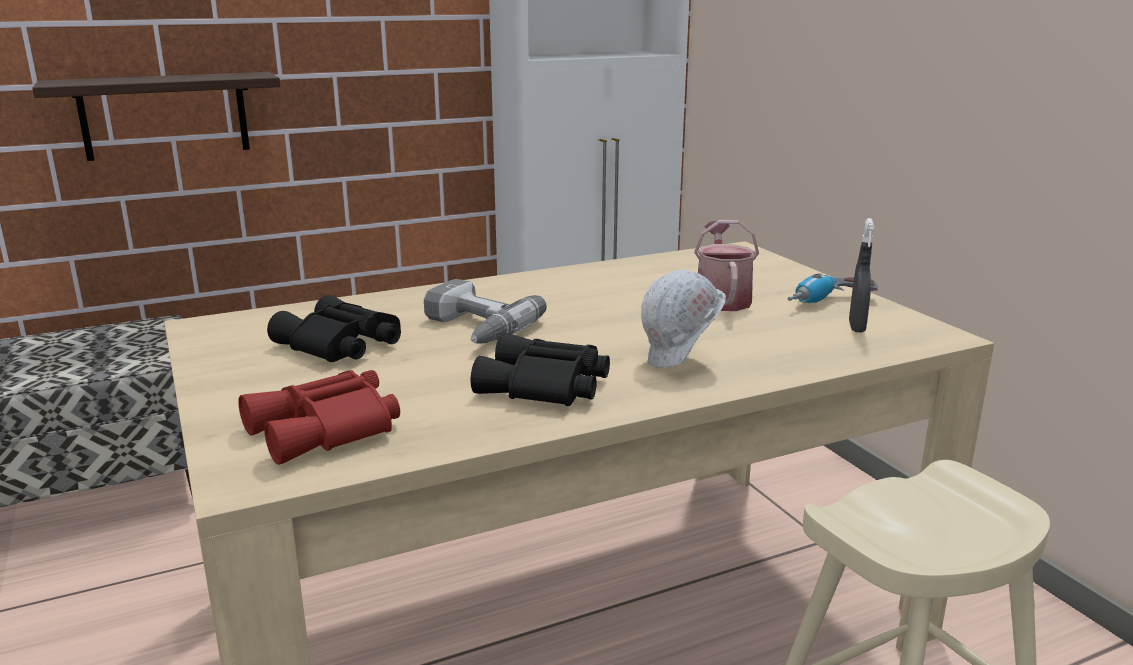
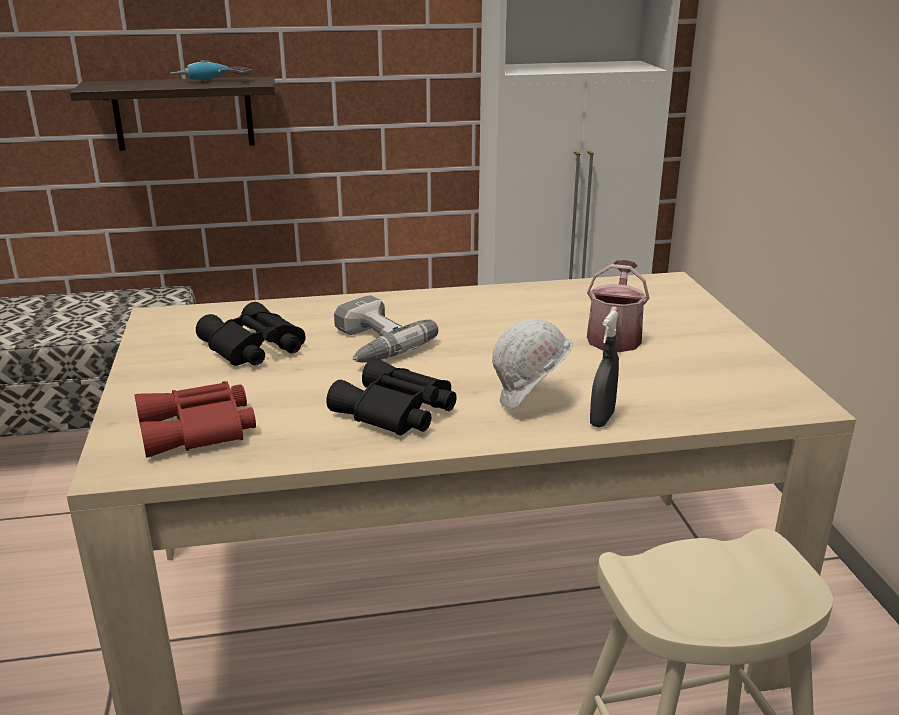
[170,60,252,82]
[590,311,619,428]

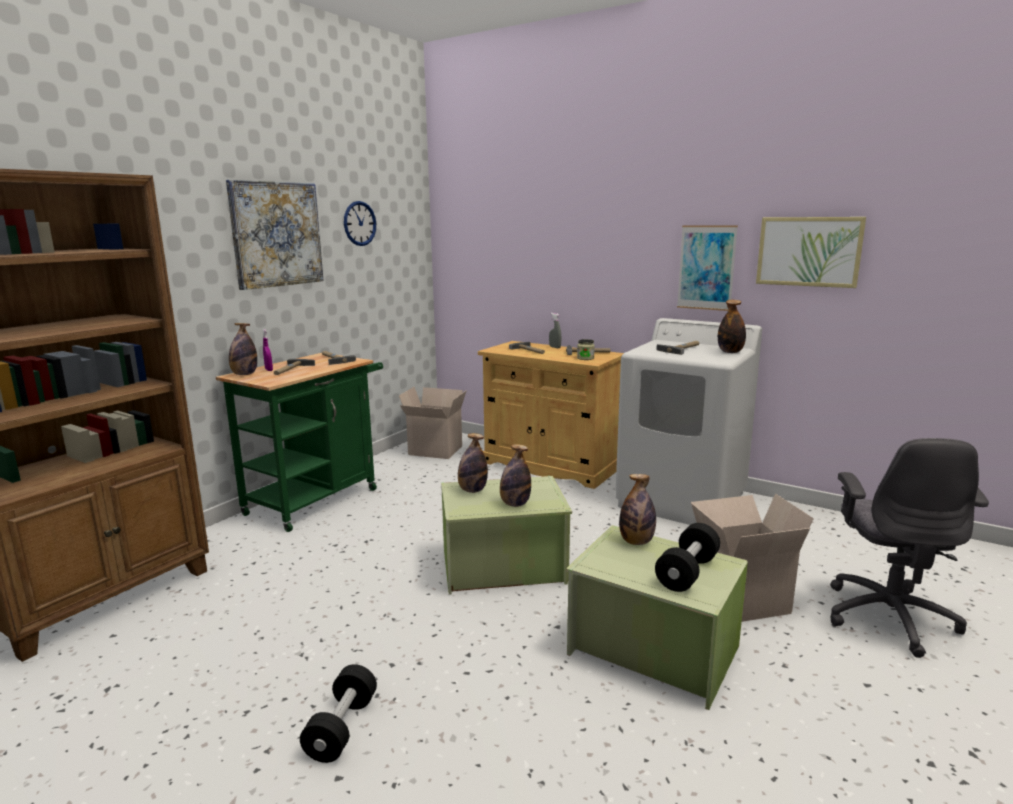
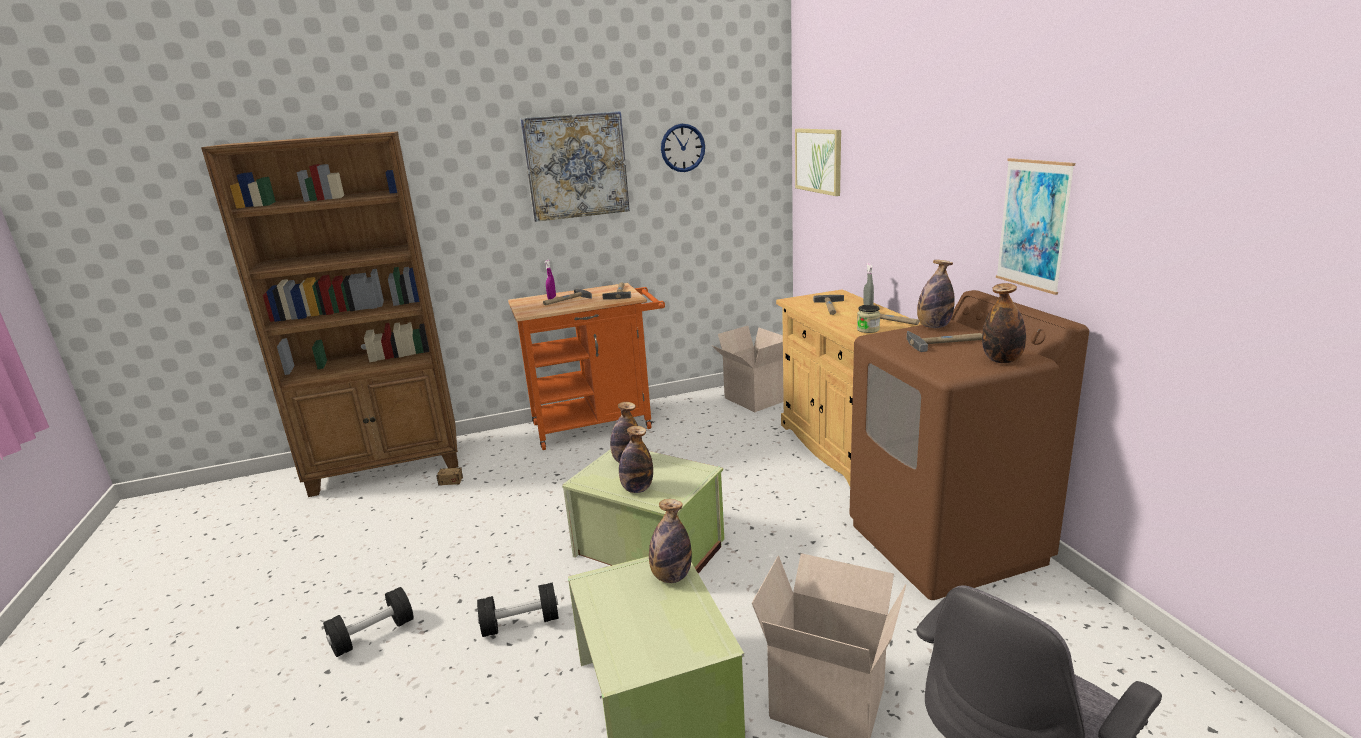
[402,453,463,485]
[917,260,955,328]
[477,582,559,637]
[795,129,841,196]
[508,283,665,450]
[849,290,1089,600]

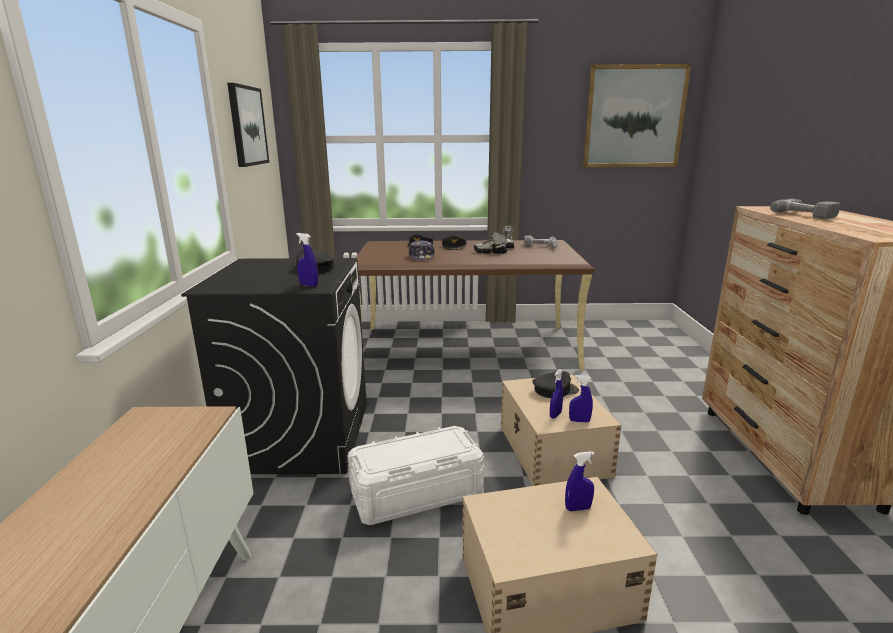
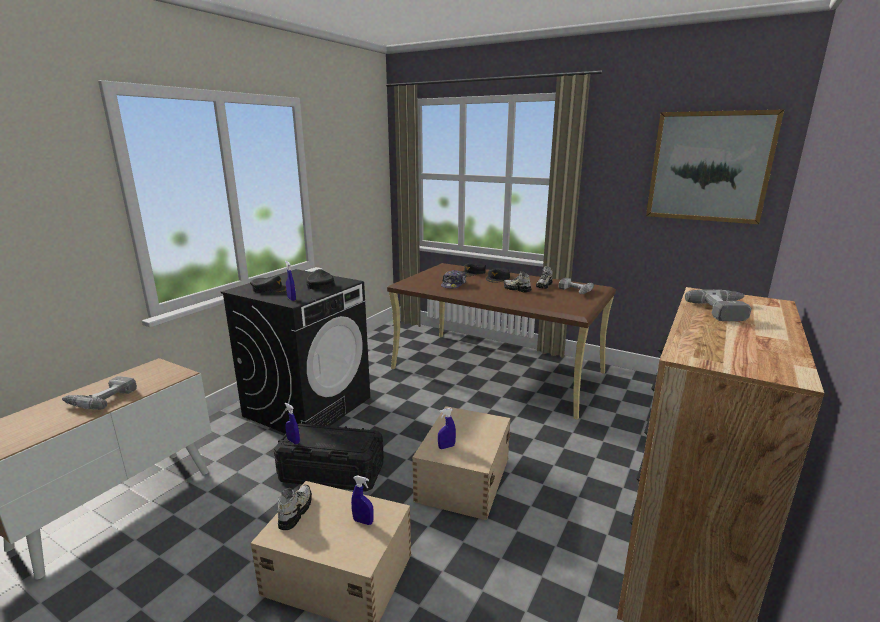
[227,83,269,167] (first image)
[62,376,137,410]
[278,485,312,530]
[250,276,286,293]
[285,403,300,444]
[274,423,384,491]

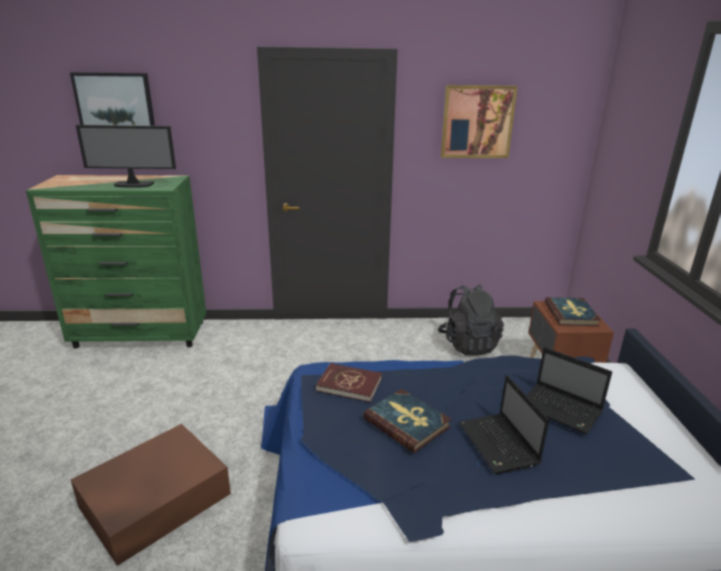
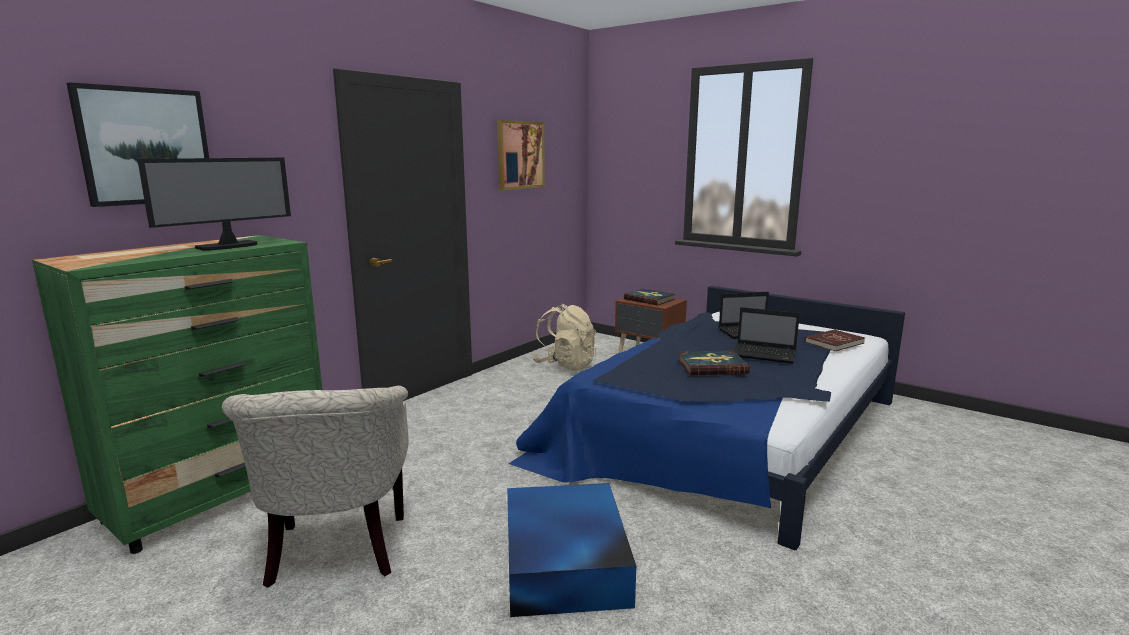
[222,386,408,588]
[805,329,865,351]
[507,483,636,617]
[532,304,596,370]

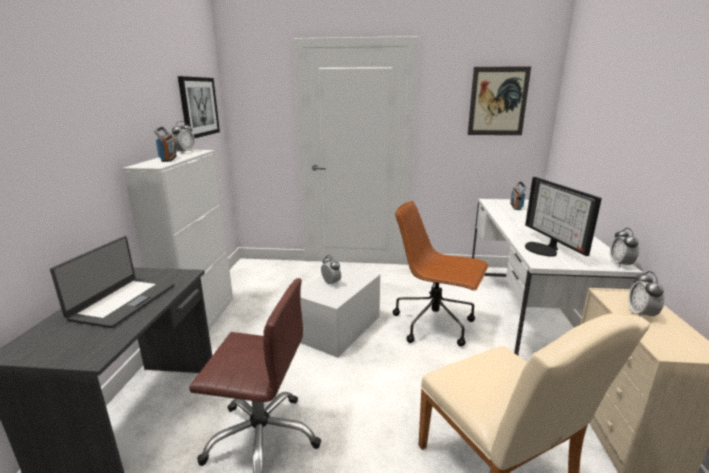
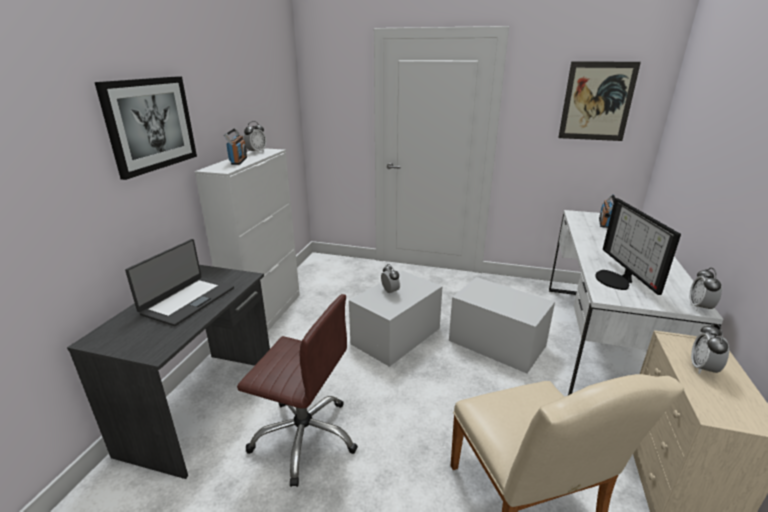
[95,76,197,180]
[449,277,555,373]

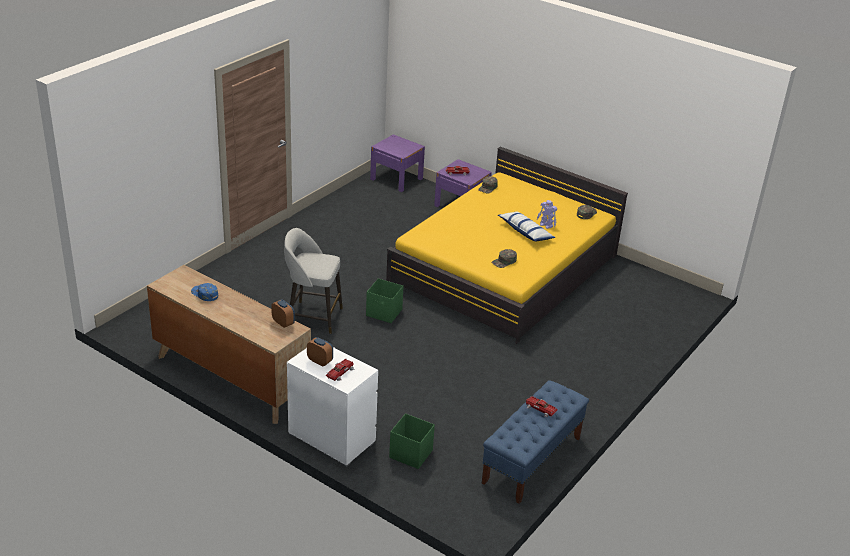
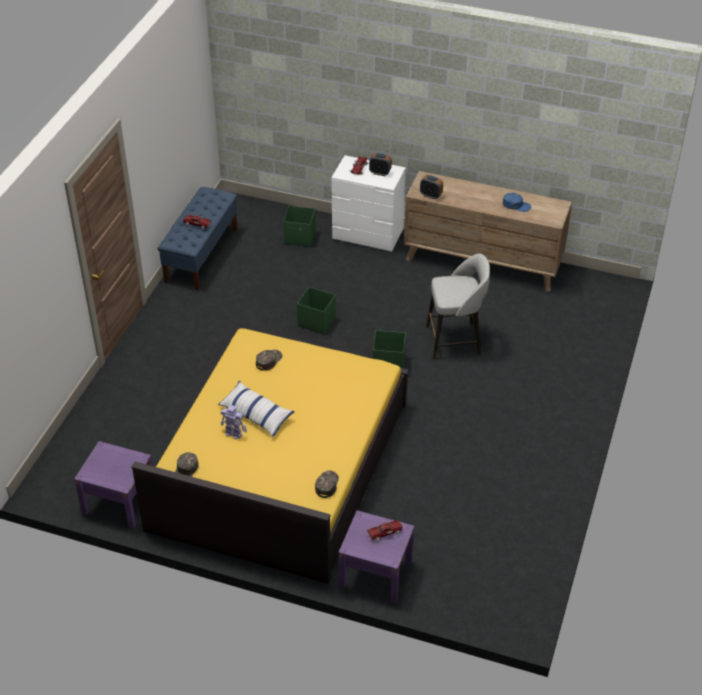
[297,287,336,334]
[74,441,153,529]

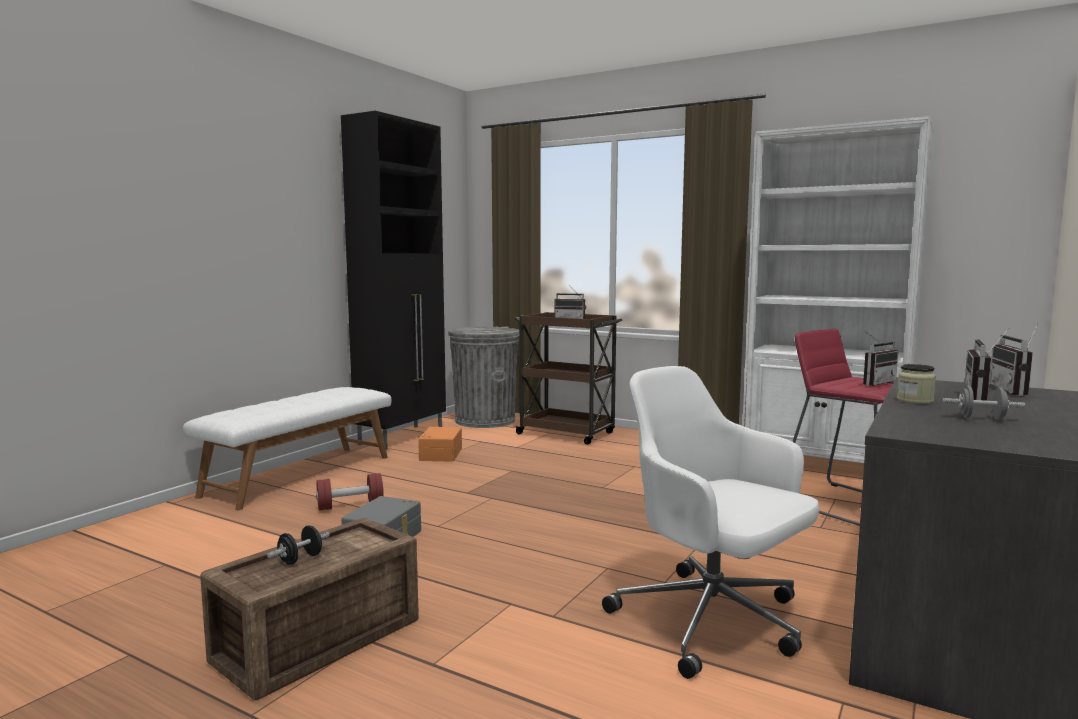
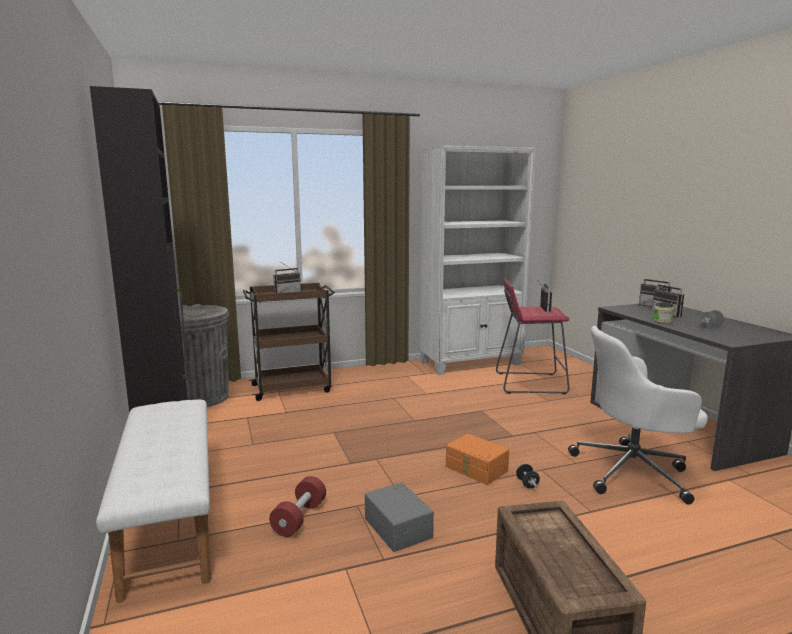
[516,464,540,488]
[446,434,509,485]

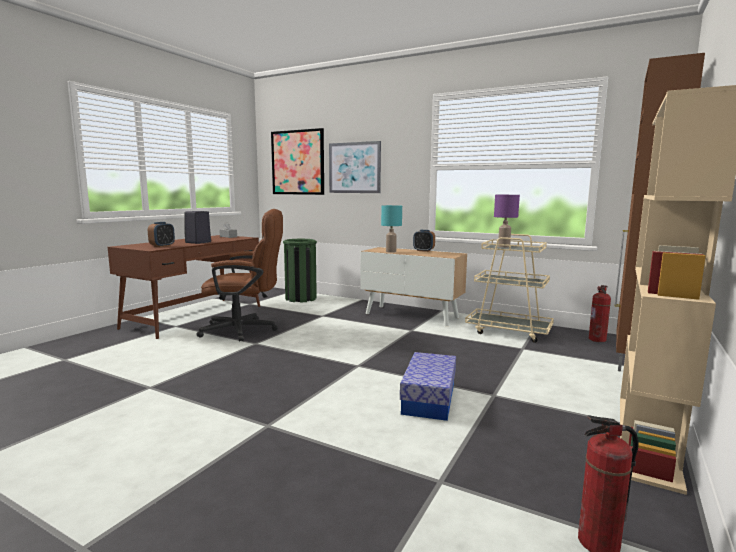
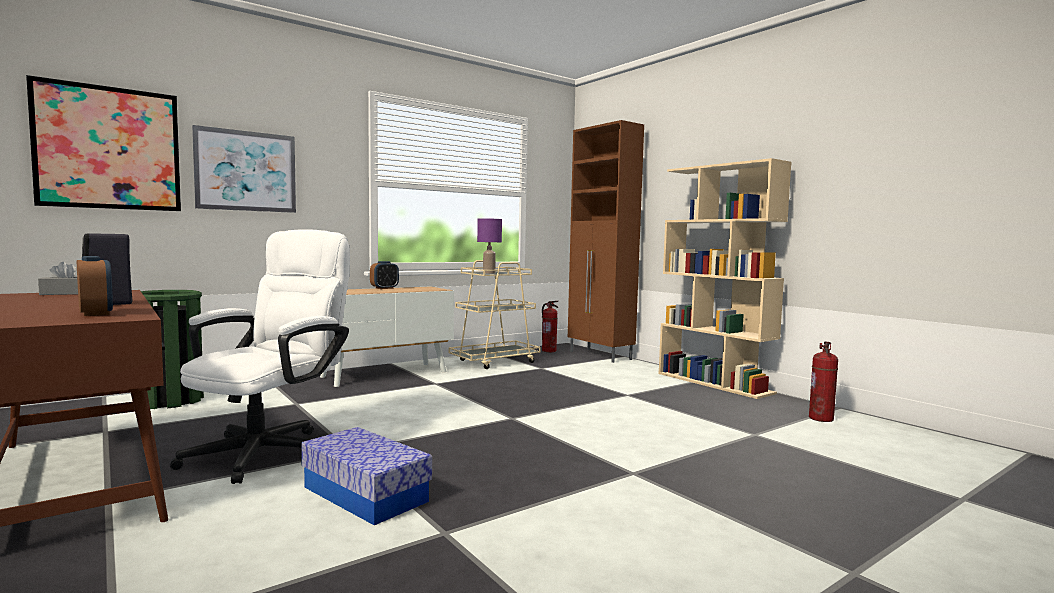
[381,205,402,253] (first image)
[301,427,432,525]
[170,229,350,484]

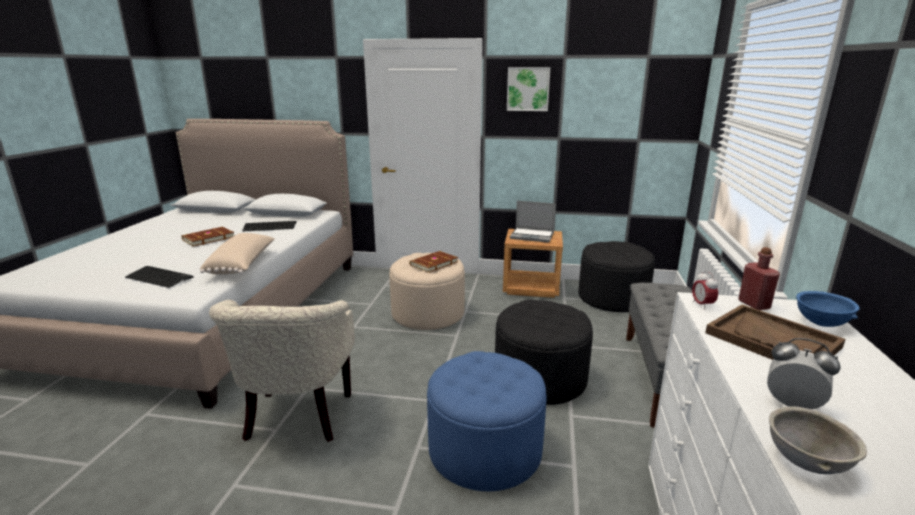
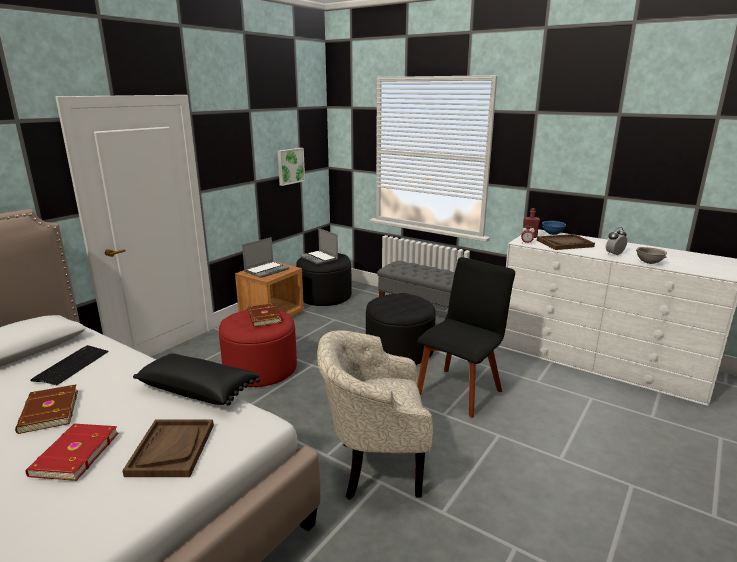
[25,424,119,481]
[300,228,338,265]
[278,148,305,186]
[122,420,214,477]
[417,257,515,418]
[133,353,260,405]
[219,309,297,387]
[317,330,433,500]

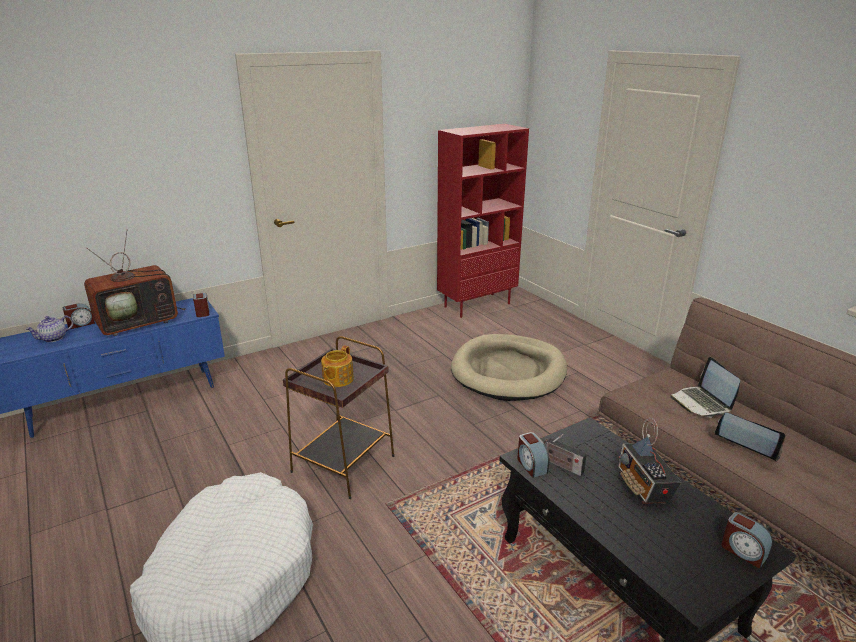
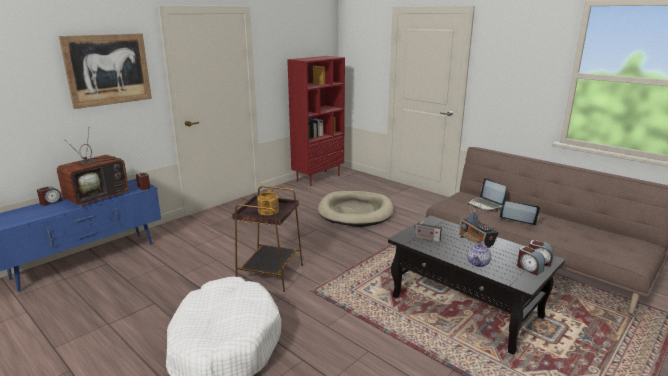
[59,33,152,109]
[467,241,491,267]
[517,246,545,276]

